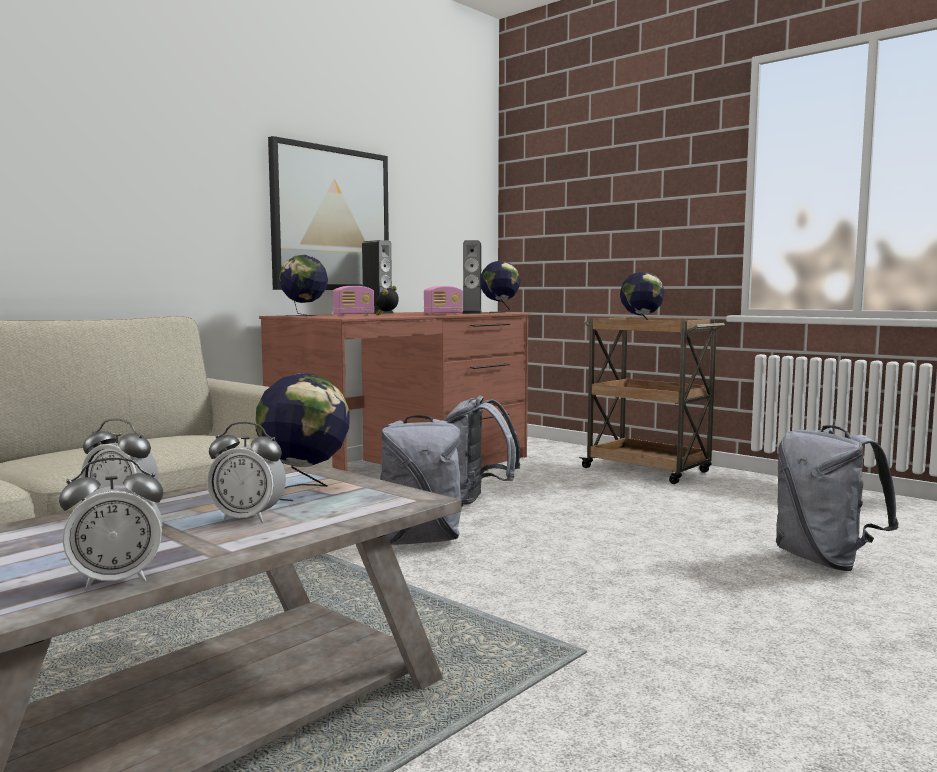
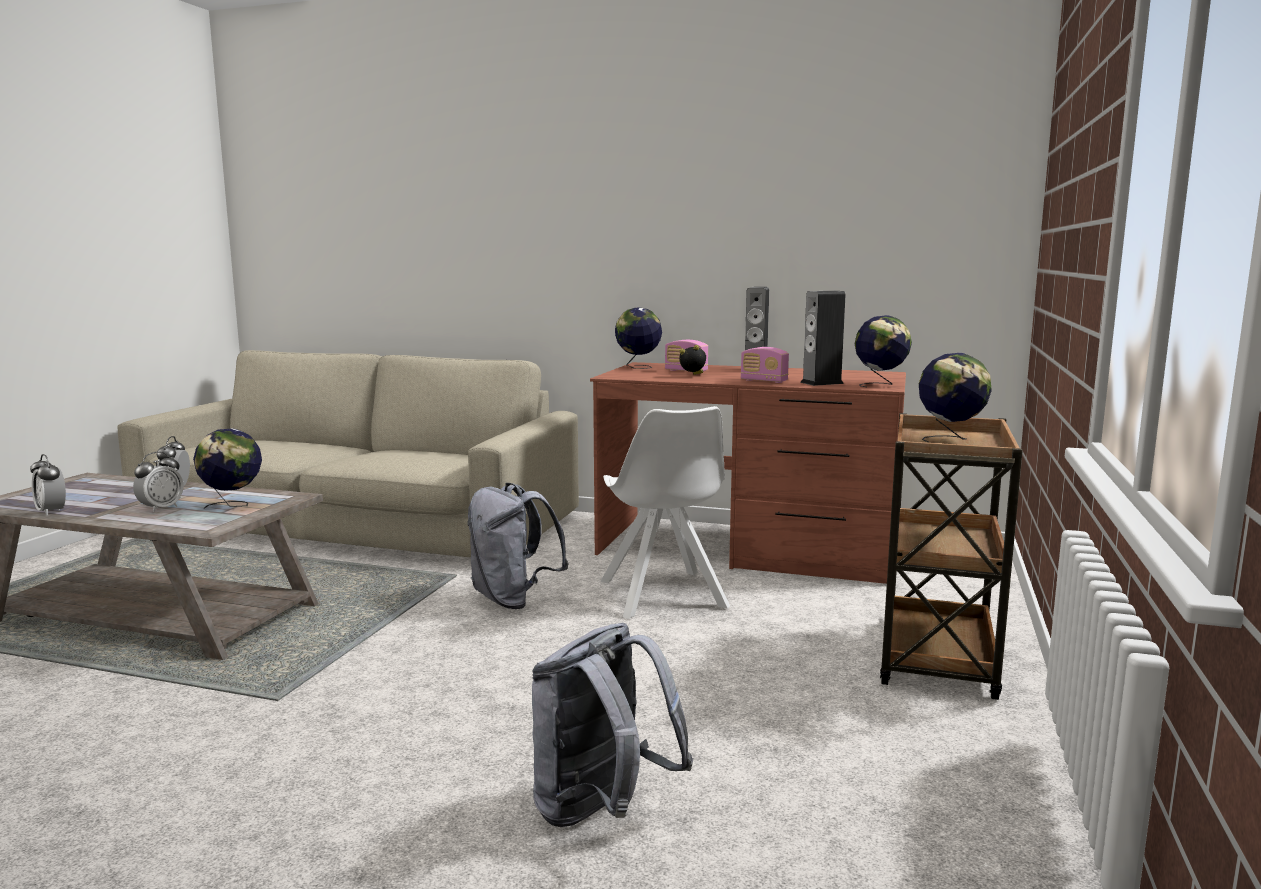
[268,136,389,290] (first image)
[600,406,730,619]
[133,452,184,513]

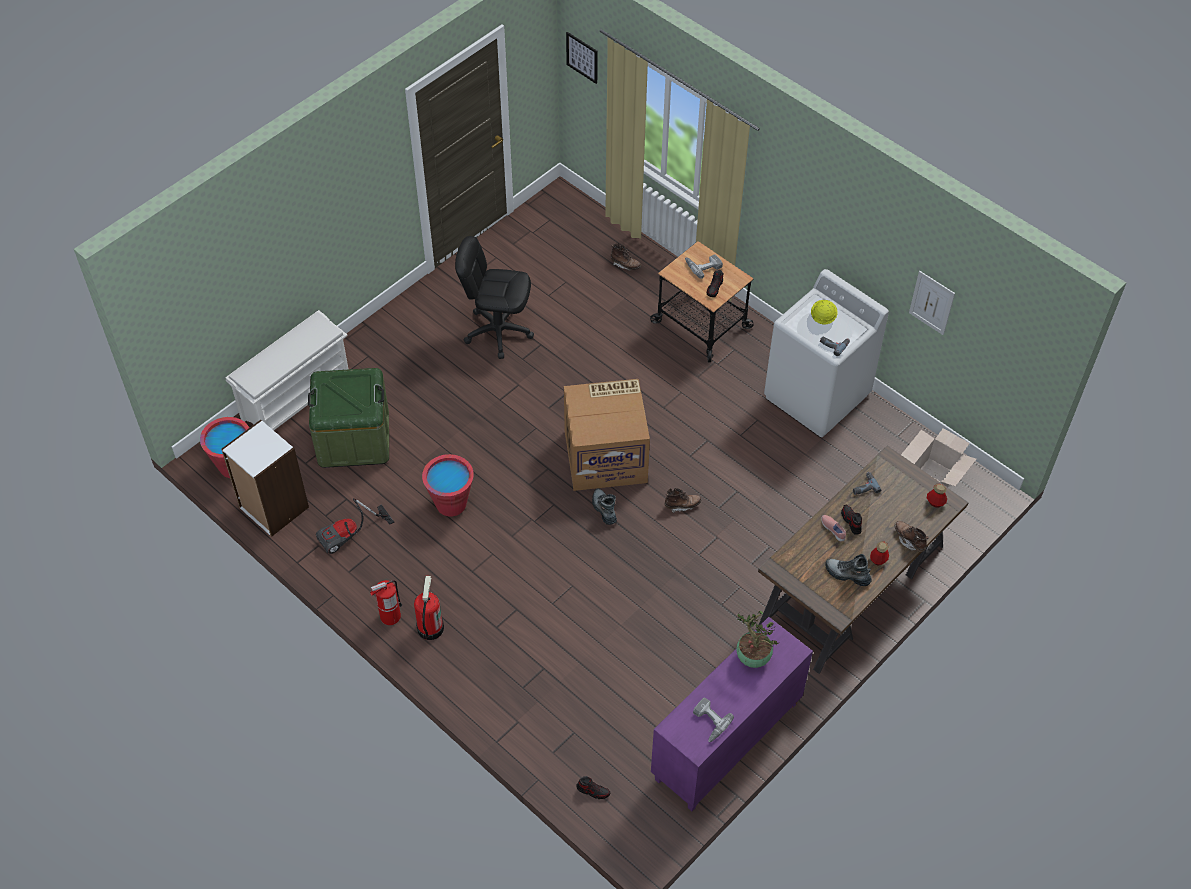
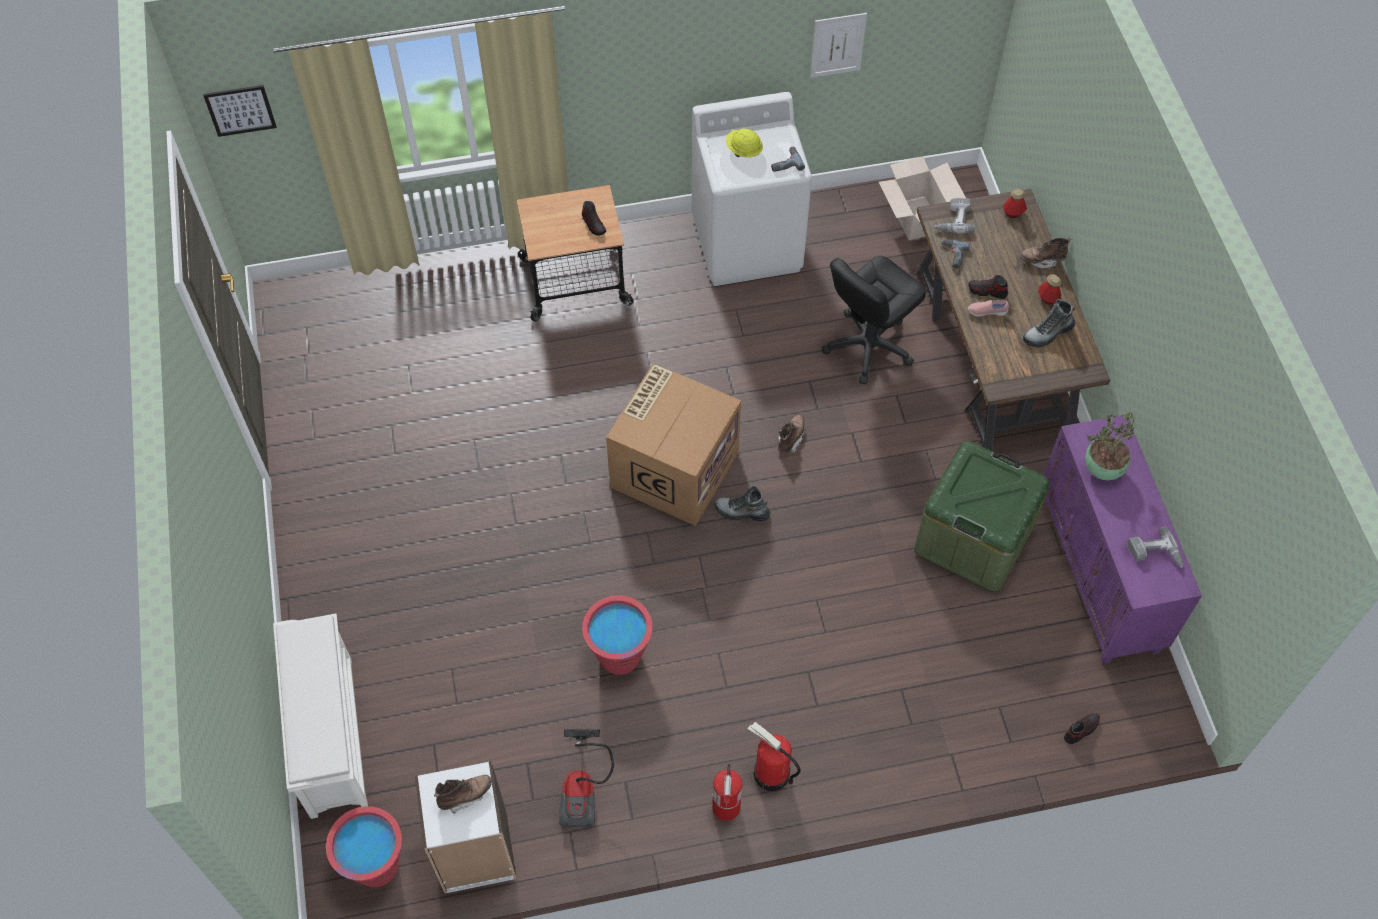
[914,441,1050,592]
[822,256,926,385]
[434,775,492,814]
[934,198,975,233]

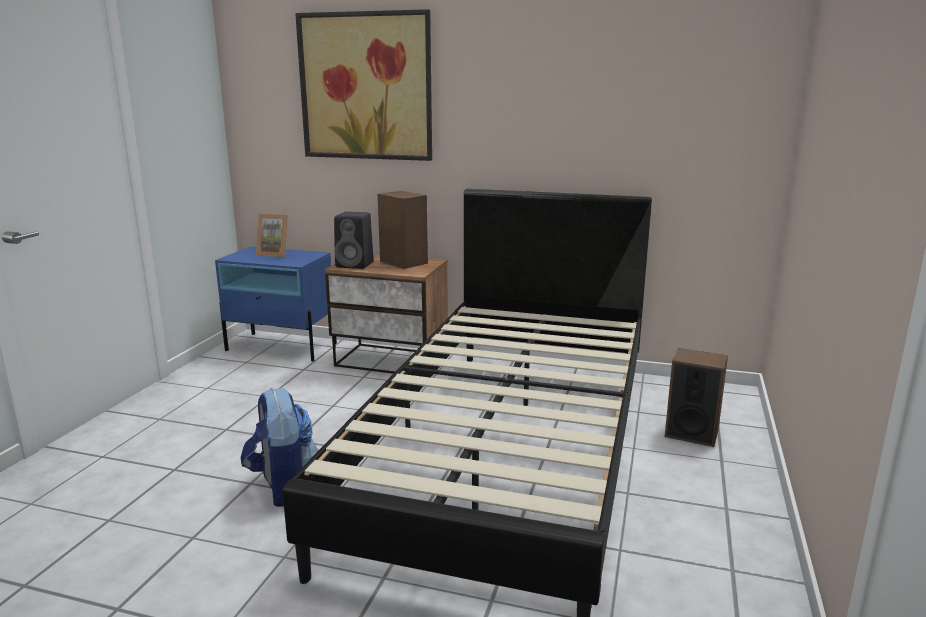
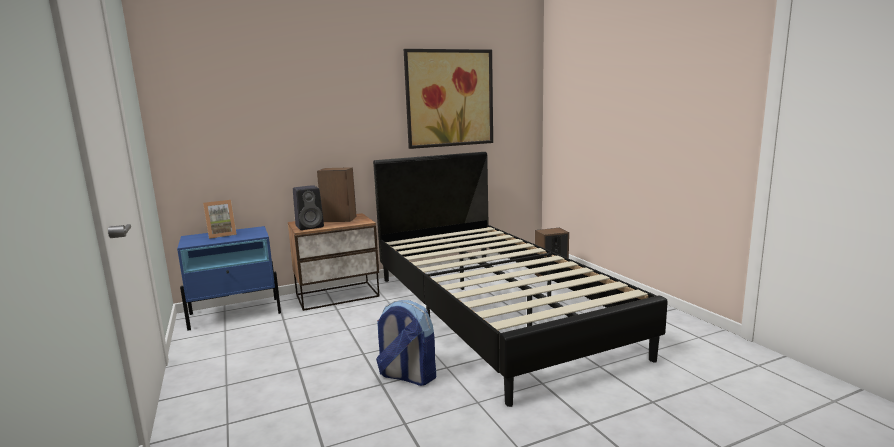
[404,49,493,149]

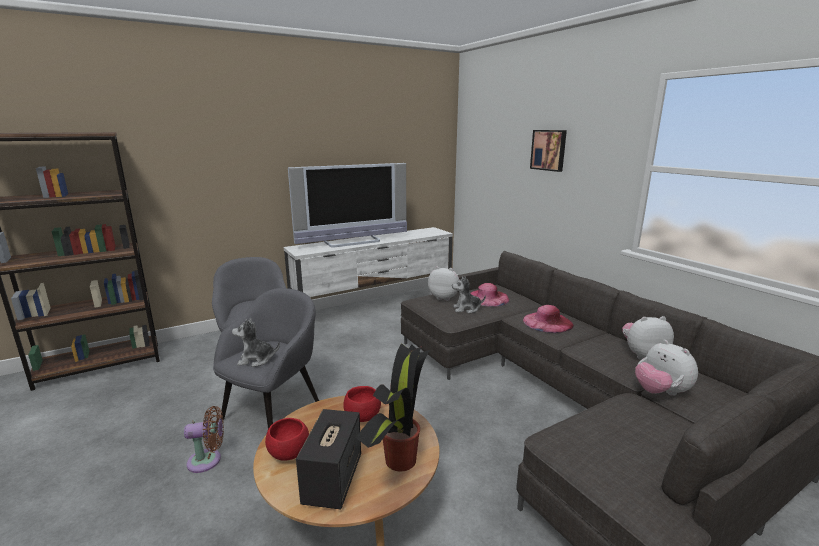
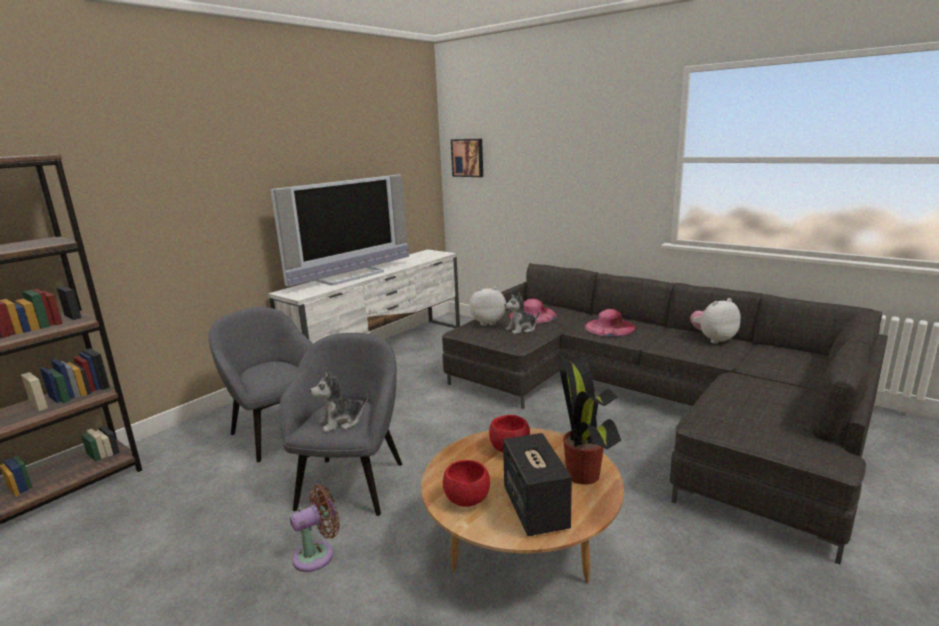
[635,340,698,396] (first image)
[451,139,483,177]

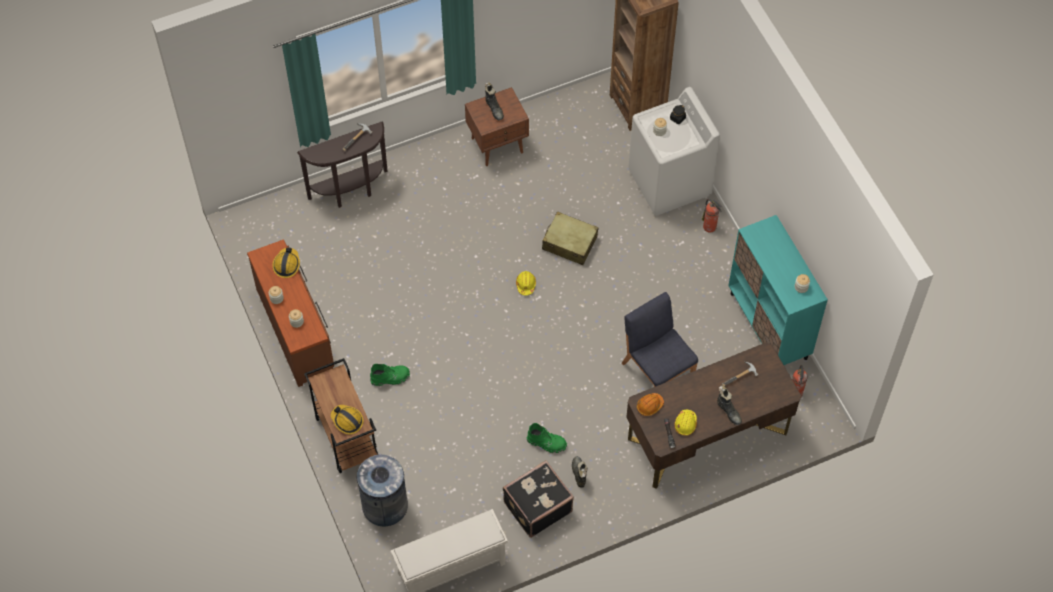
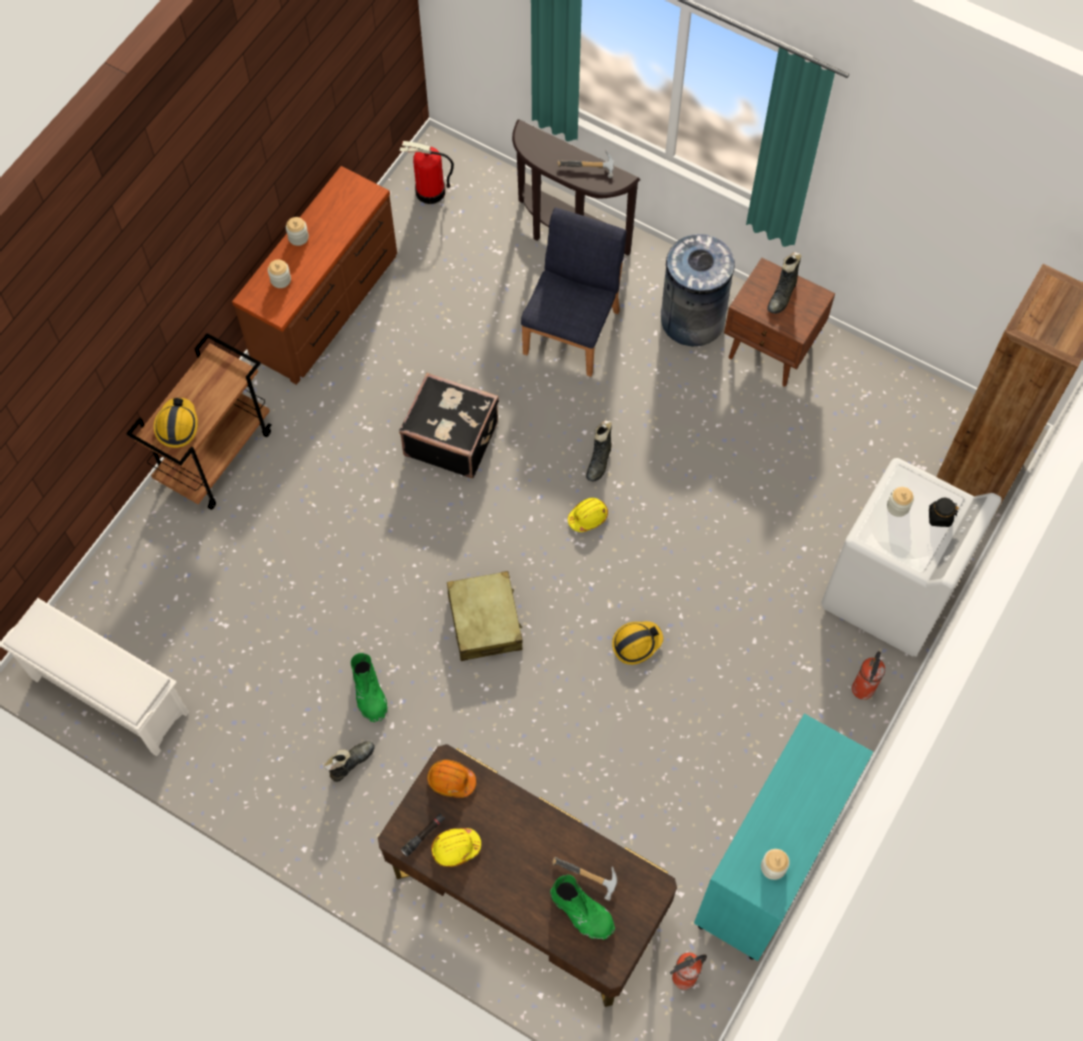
[399,141,454,204]
[612,621,663,665]
[661,234,735,347]
[550,875,615,940]
[399,372,499,478]
[447,571,522,661]
[521,208,627,377]
[586,420,612,481]

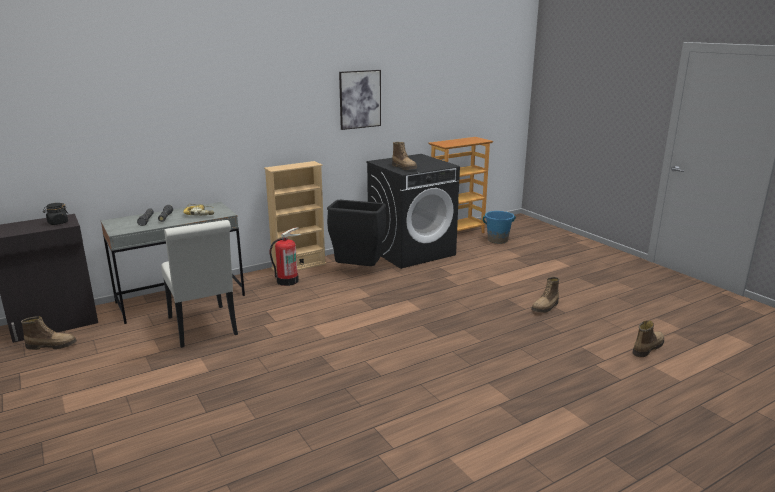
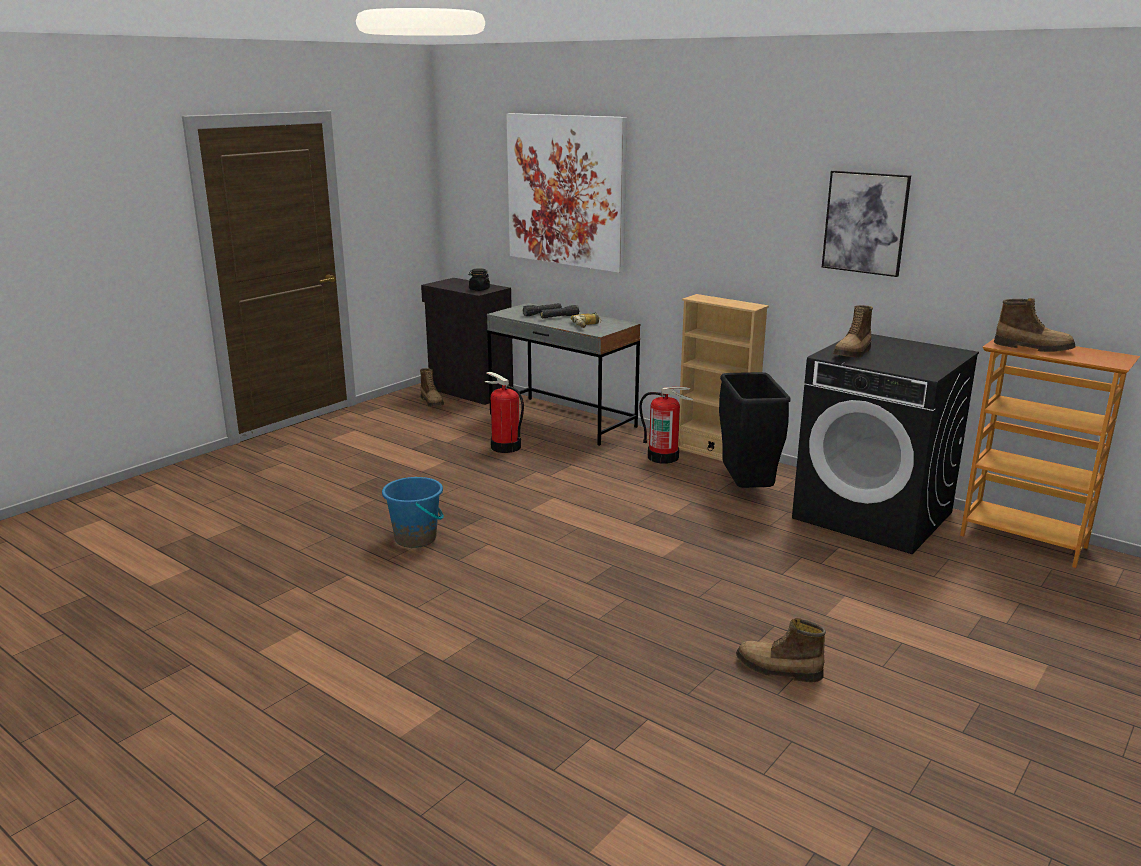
[507,113,627,273]
[382,477,444,548]
[994,298,1075,352]
[485,372,524,453]

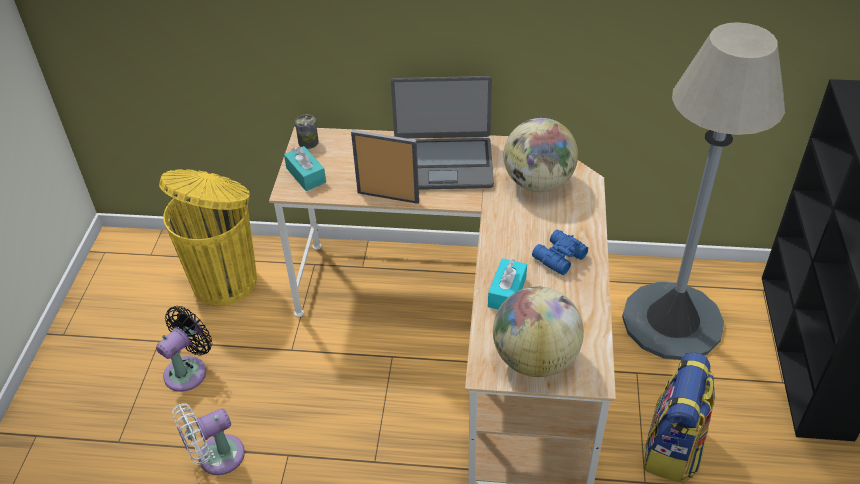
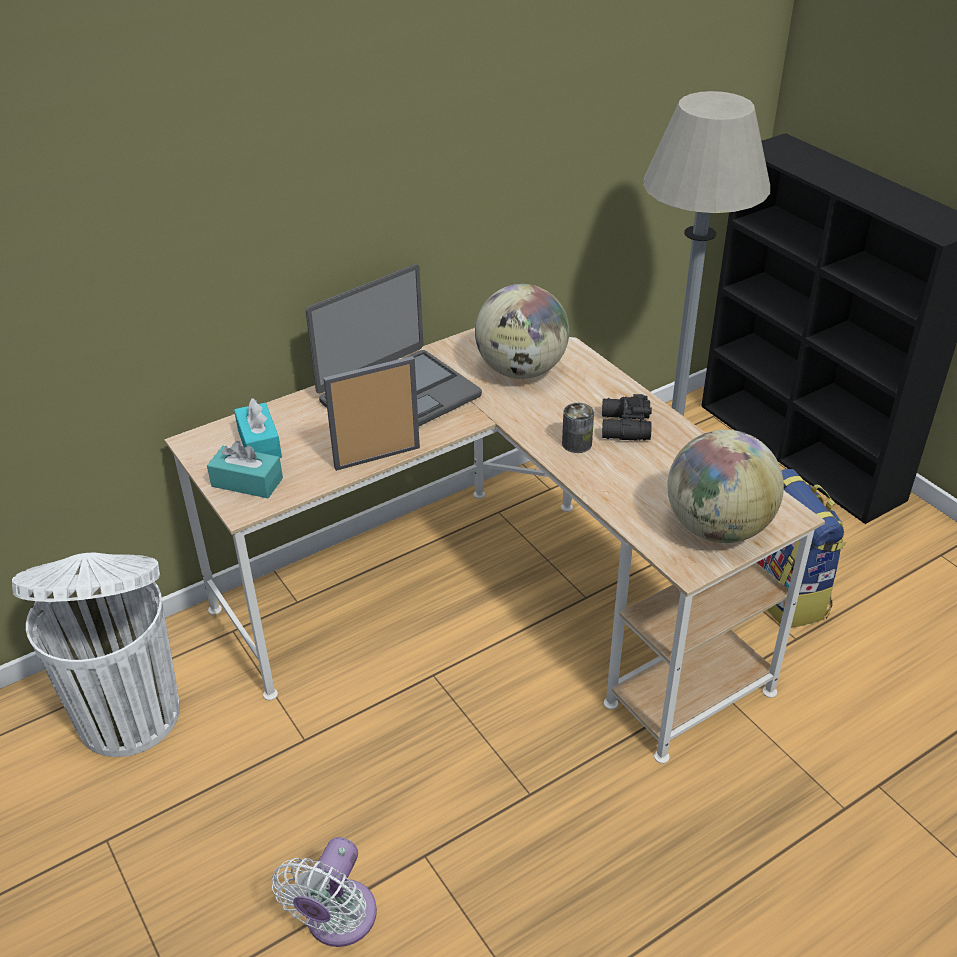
[156,306,212,392] (first image)
[562,403,594,453]
[234,398,282,458]
[12,553,180,757]
[602,394,652,441]

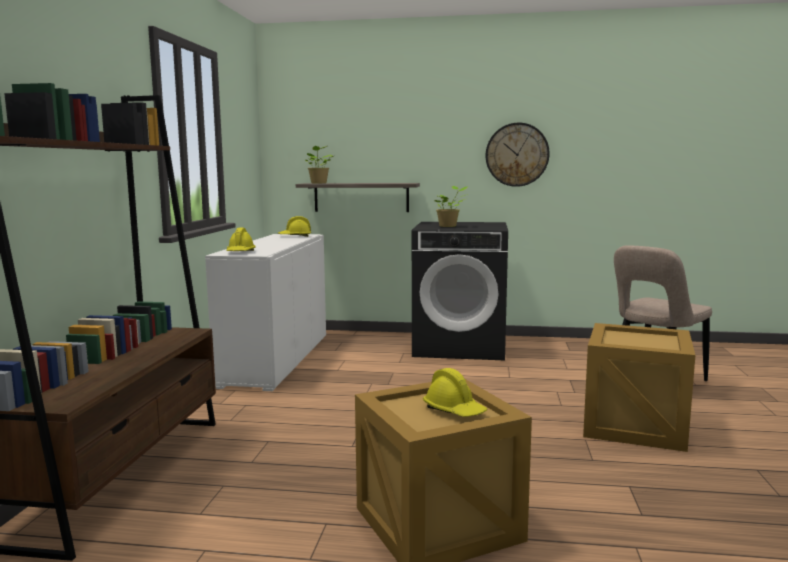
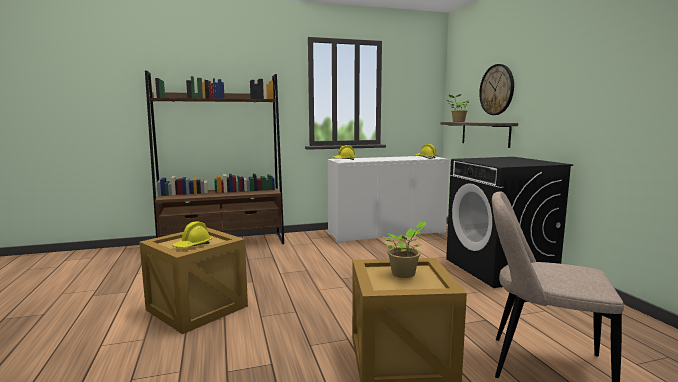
[384,221,426,278]
[479,64,514,115]

